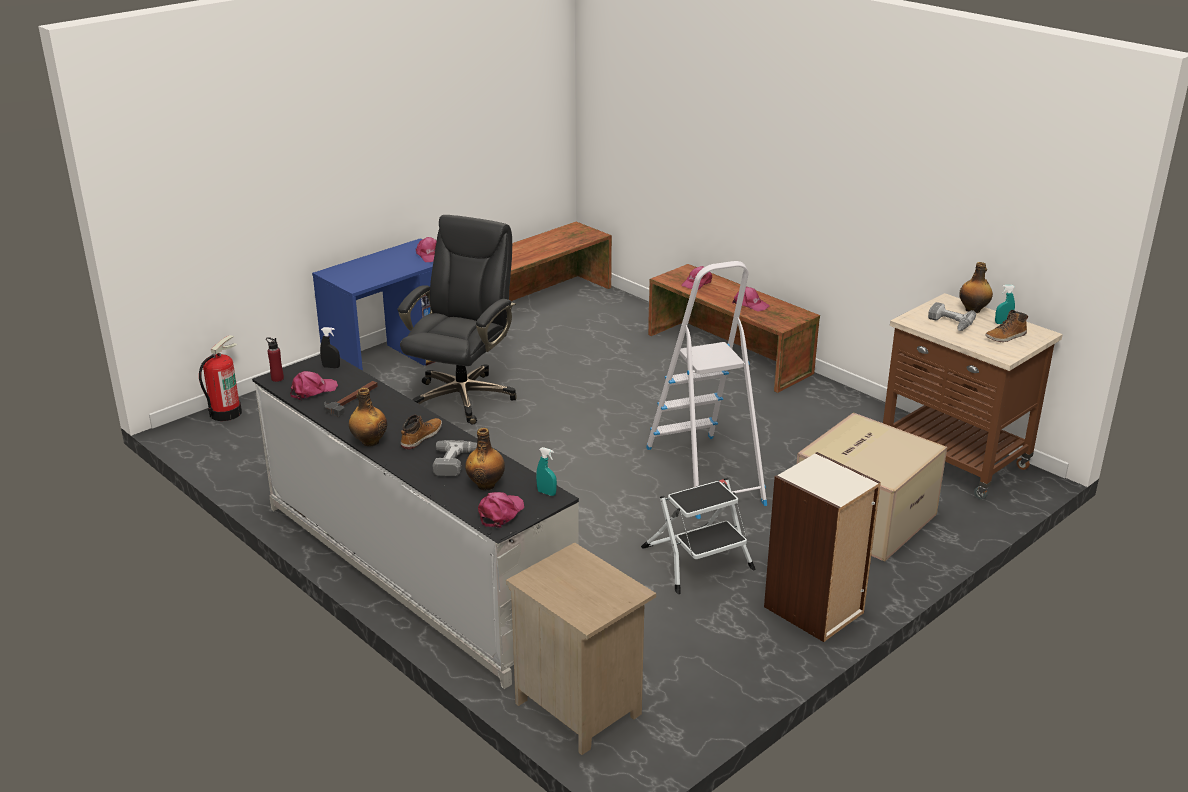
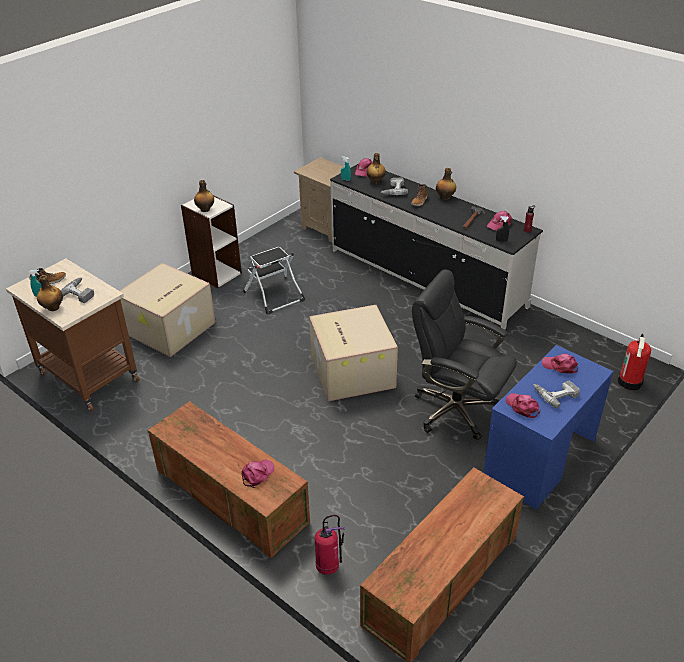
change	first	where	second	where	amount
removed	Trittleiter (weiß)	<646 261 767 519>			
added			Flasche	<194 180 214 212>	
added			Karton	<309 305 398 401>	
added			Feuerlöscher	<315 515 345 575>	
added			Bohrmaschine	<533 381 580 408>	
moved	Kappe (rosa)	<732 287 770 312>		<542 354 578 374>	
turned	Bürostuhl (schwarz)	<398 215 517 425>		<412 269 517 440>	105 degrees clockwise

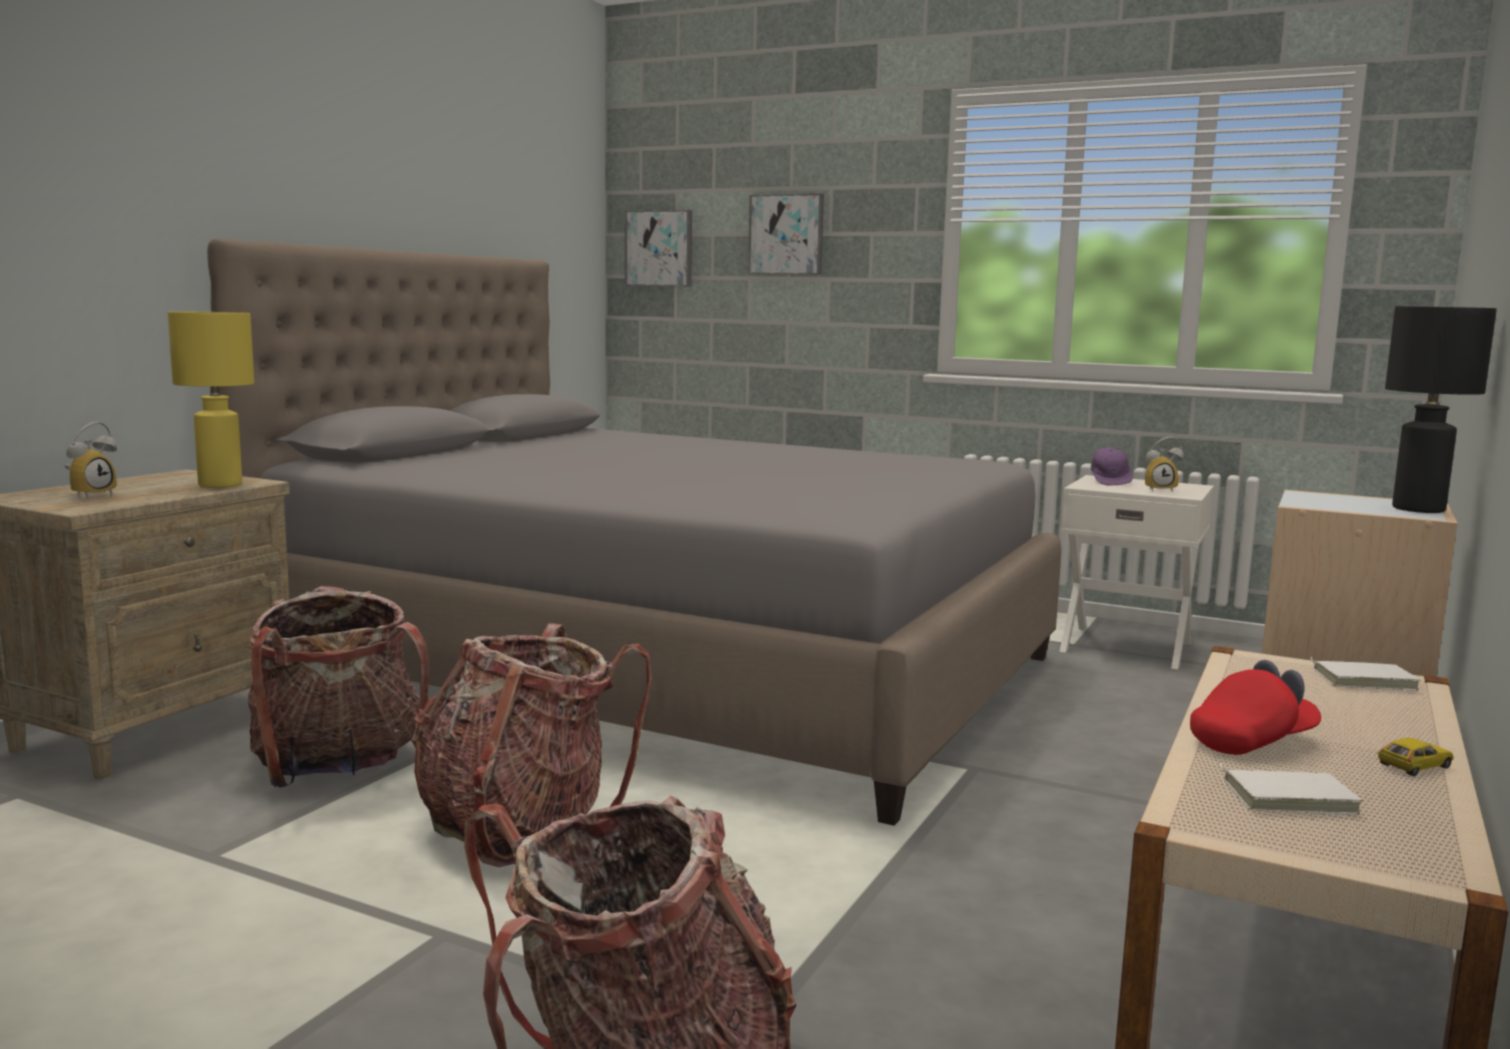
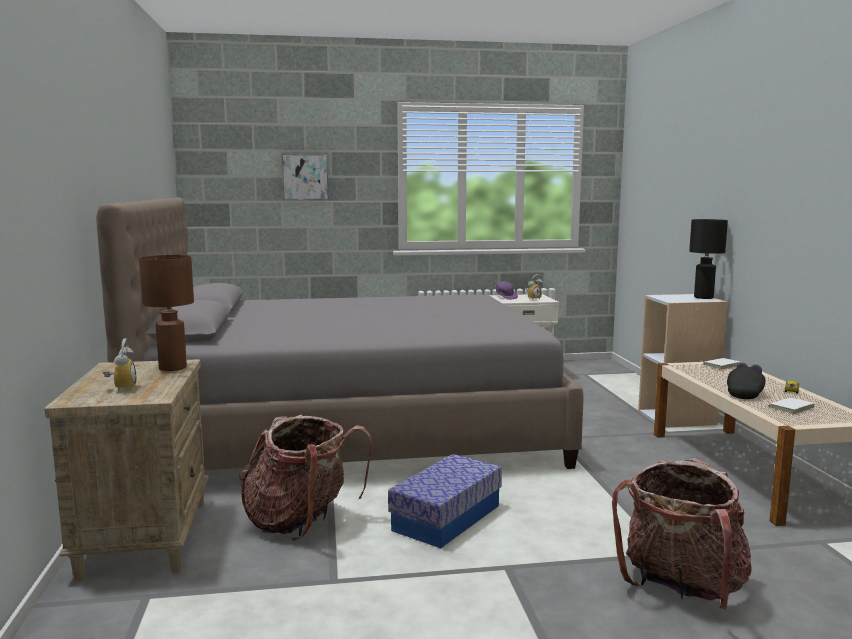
change	first	where	second	where	amount
removed	Bild	<625 210 692 287>			
replaced	Rucksack	<411 623 652 867>	Aufbewahrungsbox	<388 454 502 548>	
recoloured	Tischlampe (gelb)	<168 312 254 488>	Tischlampe (braun)	<139 255 194 371>	
recoloured	Kappe (rot)	<1190 660 1321 755>	Kappe (schwarz)	<727 363 765 399>	

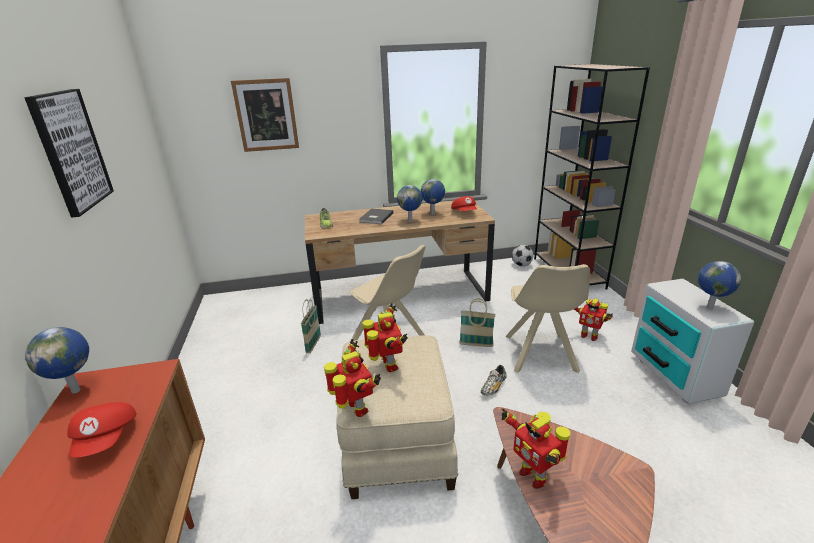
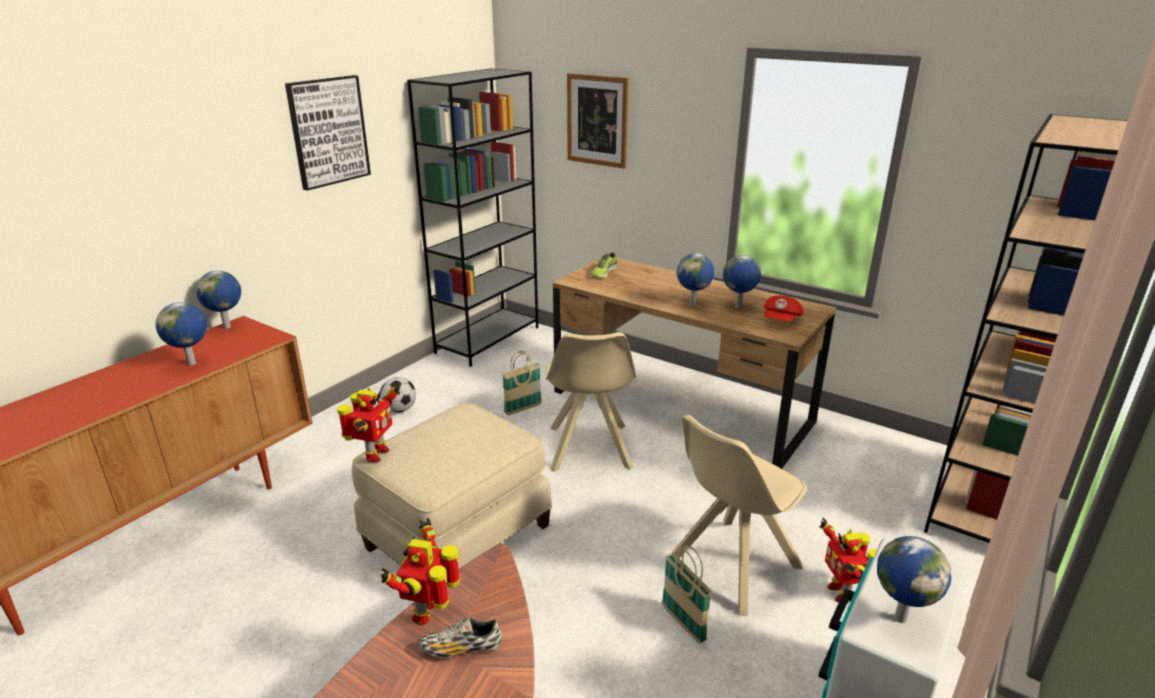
change	first	where	second	where	amount
removed	Buch (grau)	<360 208 394 224>			
removed	Spielzeugroboter	<363 303 408 372>			
added			Bücherregal (grau)	<407 68 538 367>	
moved	Korb	<459 298 496 347>		<662 545 712 644>	
moved	Schuh	<481 365 507 395>		<418 618 502 658>	
moved	Fußball	<512 245 533 266>		<380 377 416 413>	
replaced	Kappe (rot)	<67 402 137 458>	Globus	<156 302 207 366>	

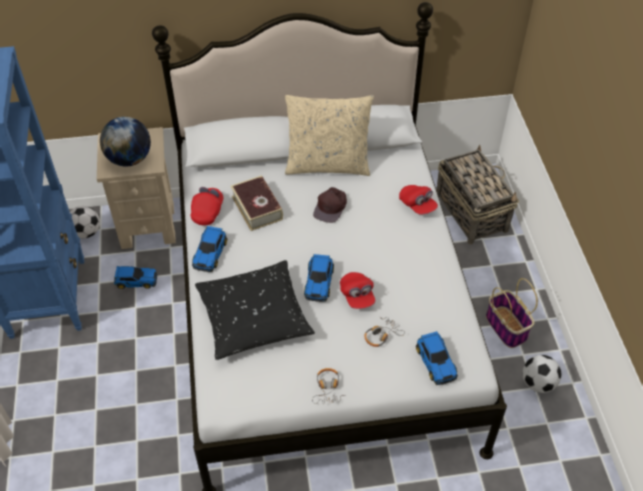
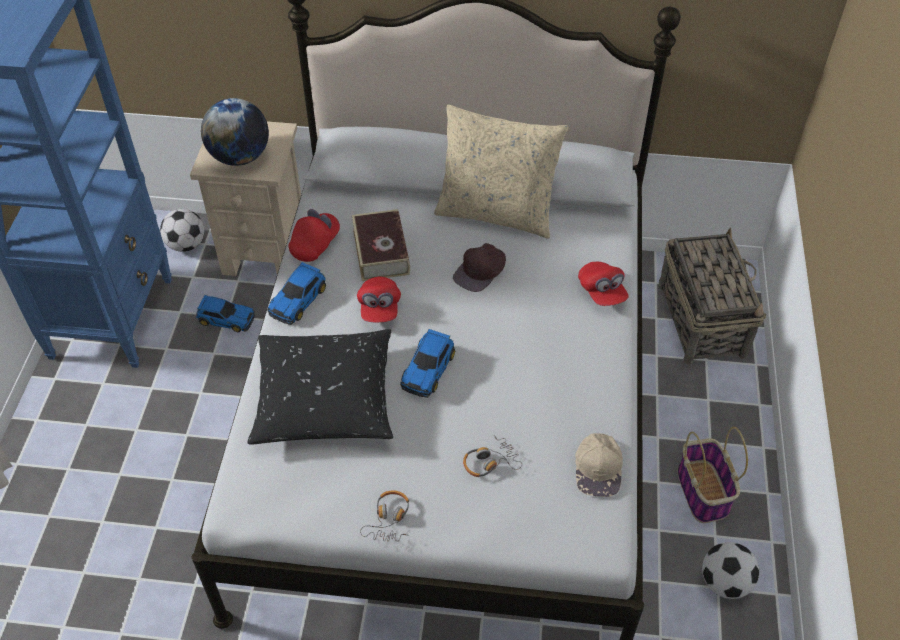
change	first	where	second	where	amount
removed	Spielzeugauto	<416 331 458 385>			
added			Kappe (beige)	<575 433 623 497>	
moved	Kappe (rot)	<340 272 375 309>		<357 276 401 322>	

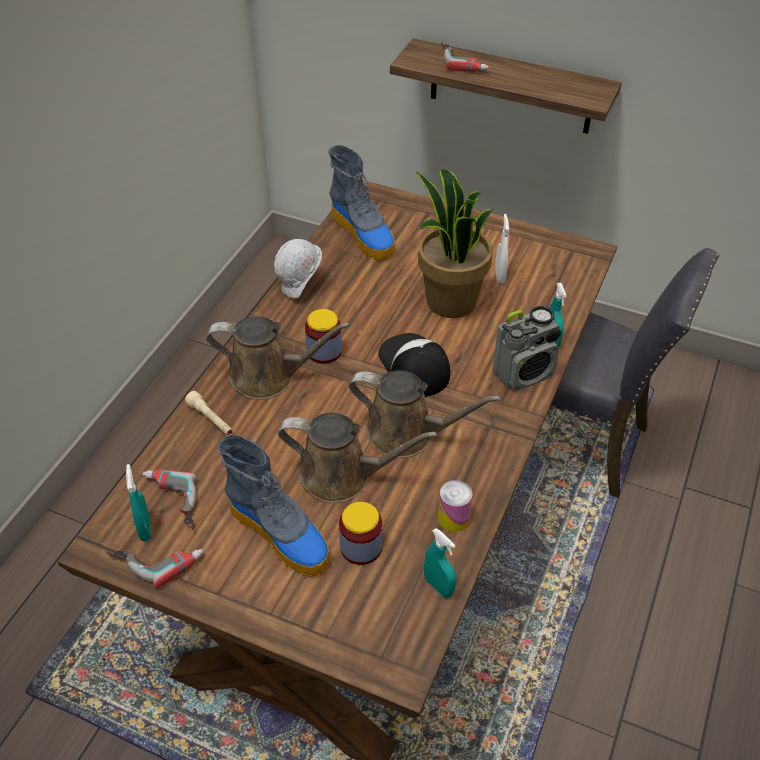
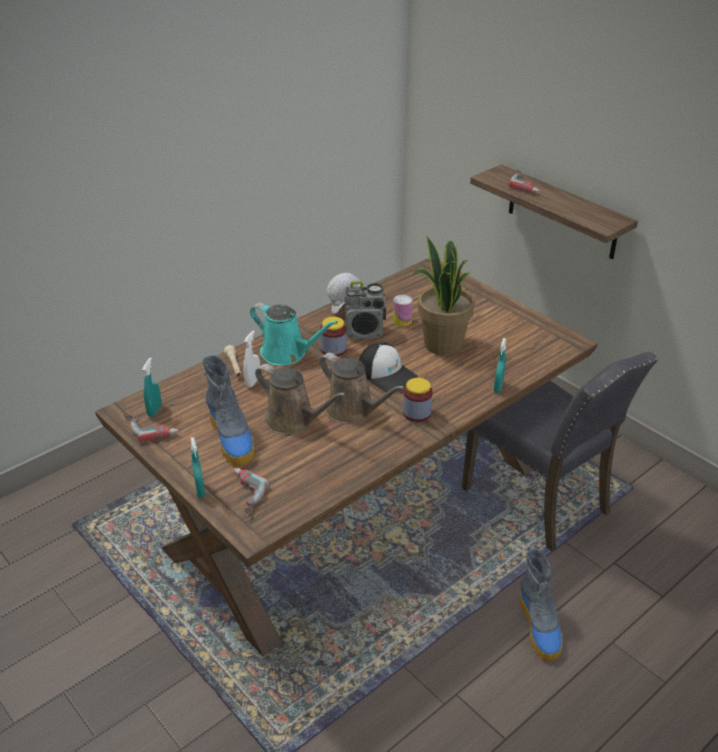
change	first	where	second	where	amount
moved	Bohrmaschine	<142 469 197 531>		<234 468 270 518>	
moved	Stiefel	<328 145 395 260>		<519 549 562 661>	
moved	Vorratsglas	<339 502 383 565>		<403 378 433 422>	
moved	Sprühflasche (türkis)	<424 528 456 598>		<191 437 205 498>	
moved	Dose	<438 480 472 532>		<393 295 413 327>	
moved	Radio	<493 306 561 391>		<344 281 386 339>	
moved	Sprühflasche (weiß)	<495 214 509 283>		<243 330 260 388>	
recoloured	Gießkanne (braun)	<206 316 350 400>	Gießkanne (türkis)	<250 303 338 366>	
turned	Kappe	<378 333 450 397>		<359 342 418 392>	135 degrees clockwise

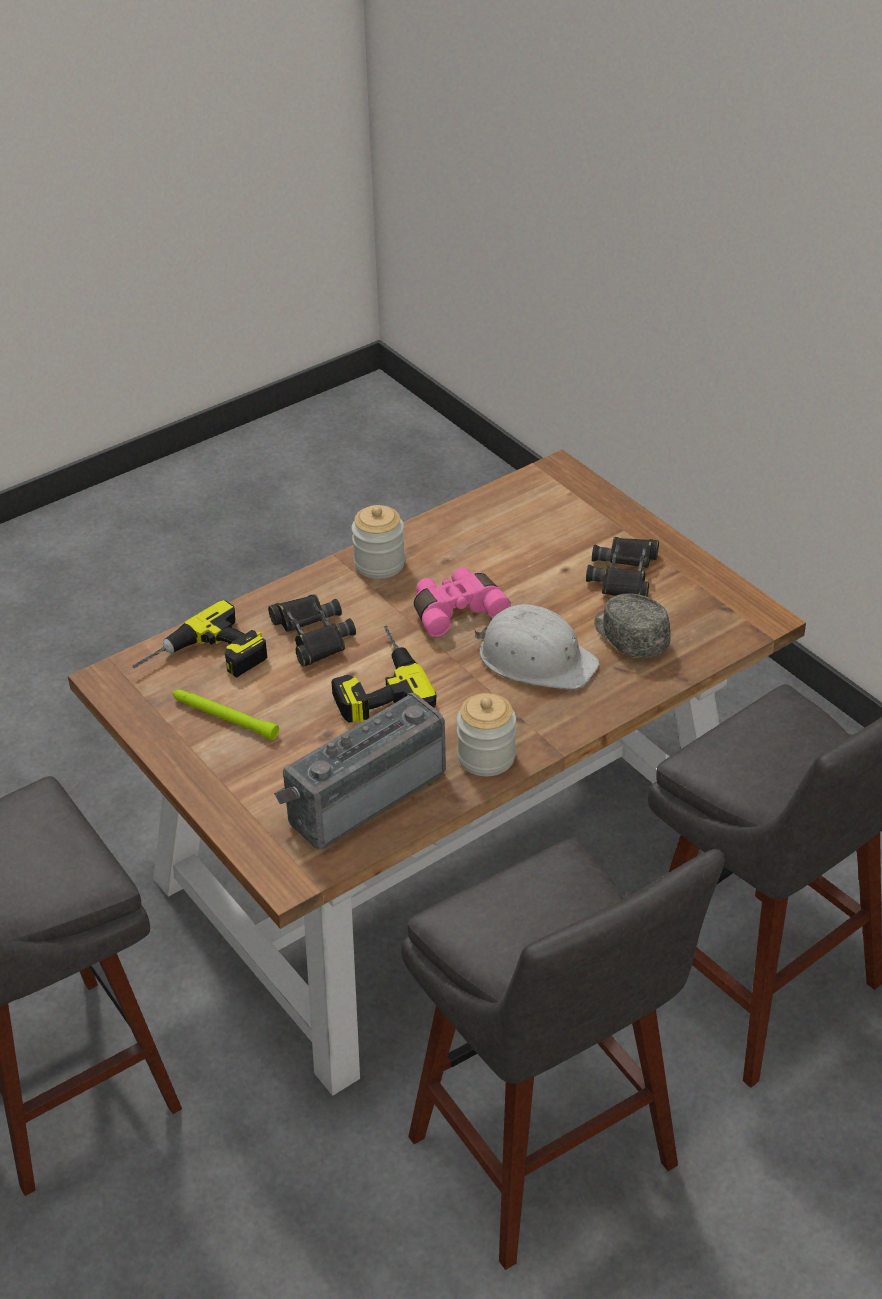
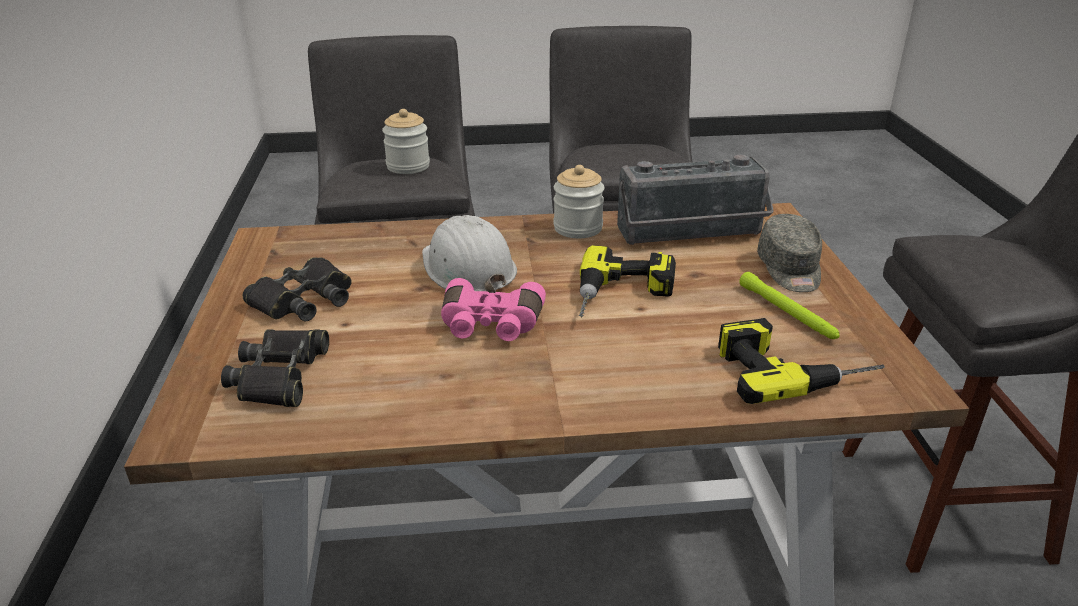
change	first	where	second	where	amount
moved	Fernglas (schwarz)	<268 594 356 667>		<221 329 329 407>	
moved	Vorratsglas	<352 505 405 579>		<382 109 430 174>	
moved	Kappe (grau)	<594 593 671 658>		<757 214 822 292>	

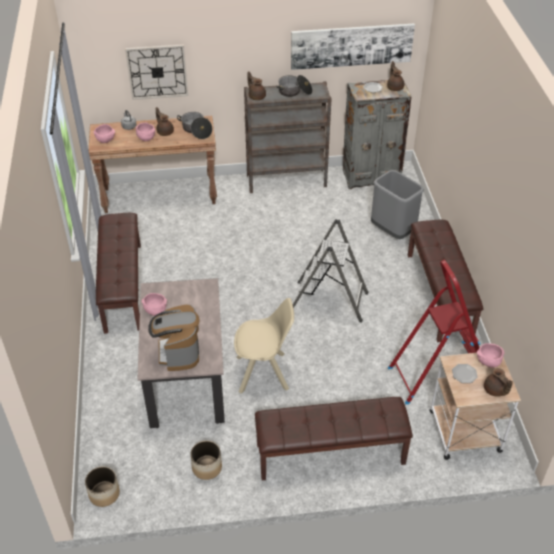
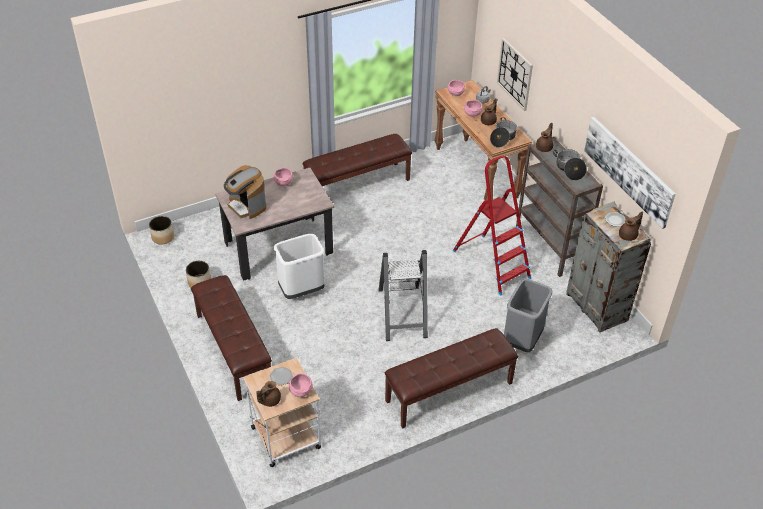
change	first	where	second	where	amount
moved	Trittleiter (rot)	<388 260 480 405>		<453 156 531 295>	
replaced	Stuhl (beige)	<234 298 294 394>	Mülleimer (weiß)	<274 234 324 299>	
turned	Kaffeemaschine	<148 304 200 371>		<224 165 266 219>	105 degrees counterclockwise

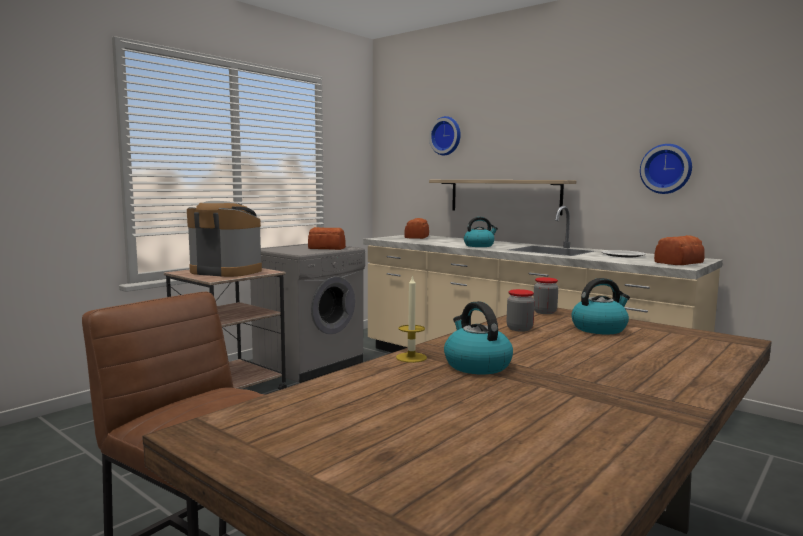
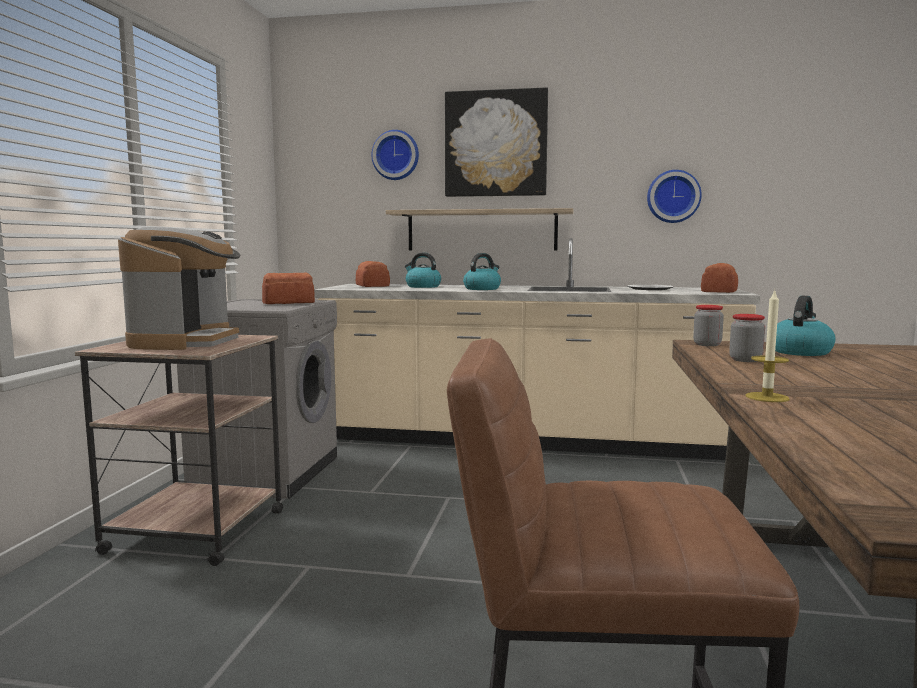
change	first	where	second	where	amount
added			Bild	<445 88 548 197>	
moved	Wasserkessel	<444 301 513 374>		<405 253 441 288>	
turned	Kaffeemaschine	<187 201 262 277>		<118 227 240 350>	105 degrees clockwise

